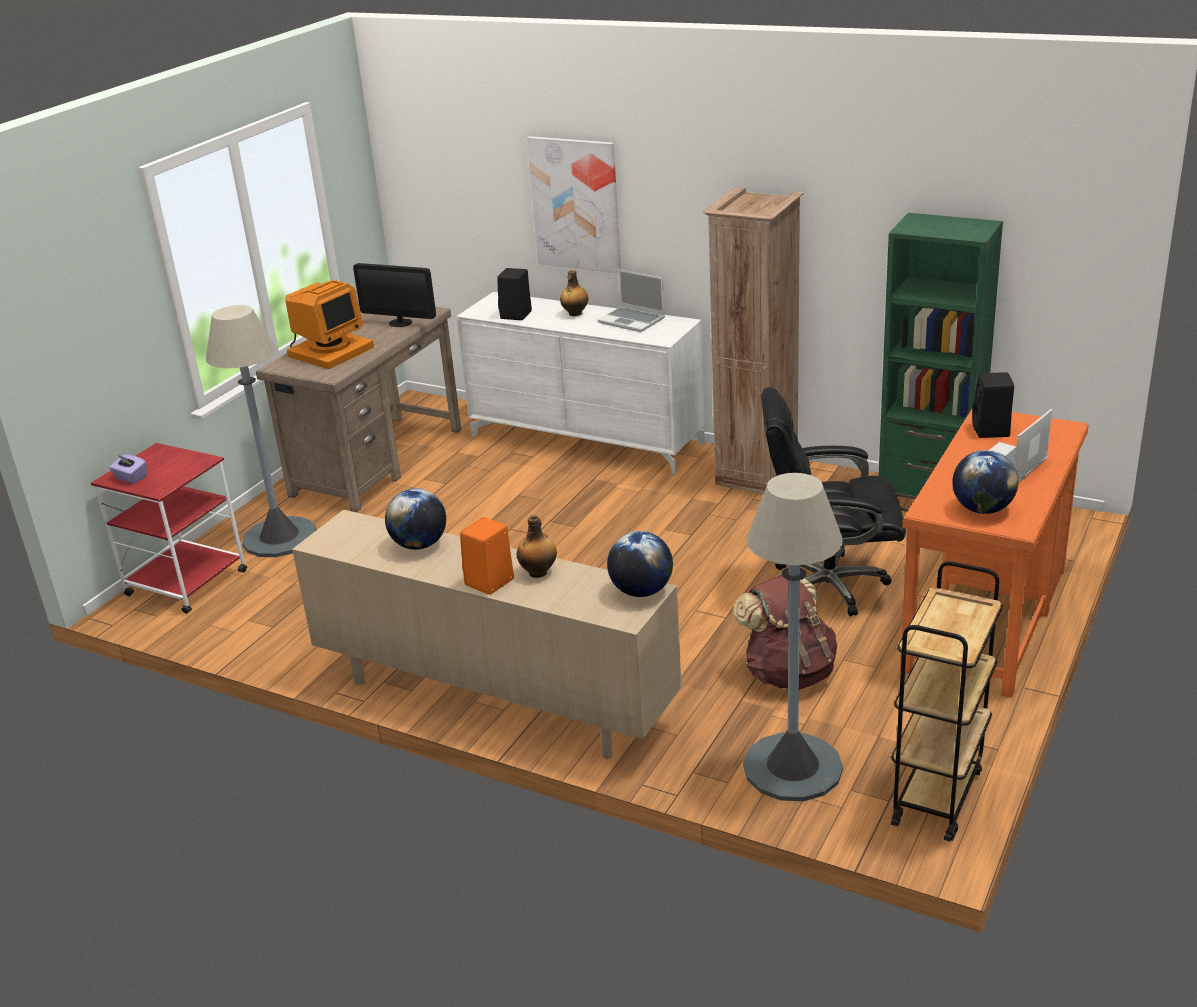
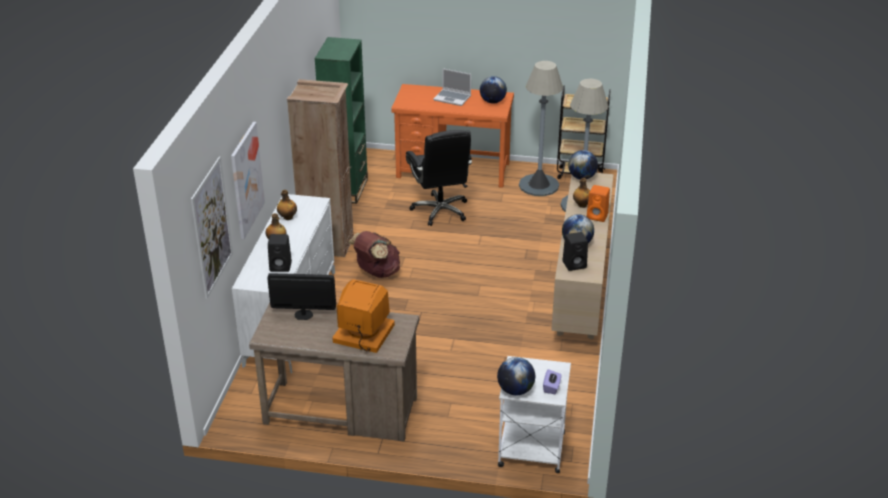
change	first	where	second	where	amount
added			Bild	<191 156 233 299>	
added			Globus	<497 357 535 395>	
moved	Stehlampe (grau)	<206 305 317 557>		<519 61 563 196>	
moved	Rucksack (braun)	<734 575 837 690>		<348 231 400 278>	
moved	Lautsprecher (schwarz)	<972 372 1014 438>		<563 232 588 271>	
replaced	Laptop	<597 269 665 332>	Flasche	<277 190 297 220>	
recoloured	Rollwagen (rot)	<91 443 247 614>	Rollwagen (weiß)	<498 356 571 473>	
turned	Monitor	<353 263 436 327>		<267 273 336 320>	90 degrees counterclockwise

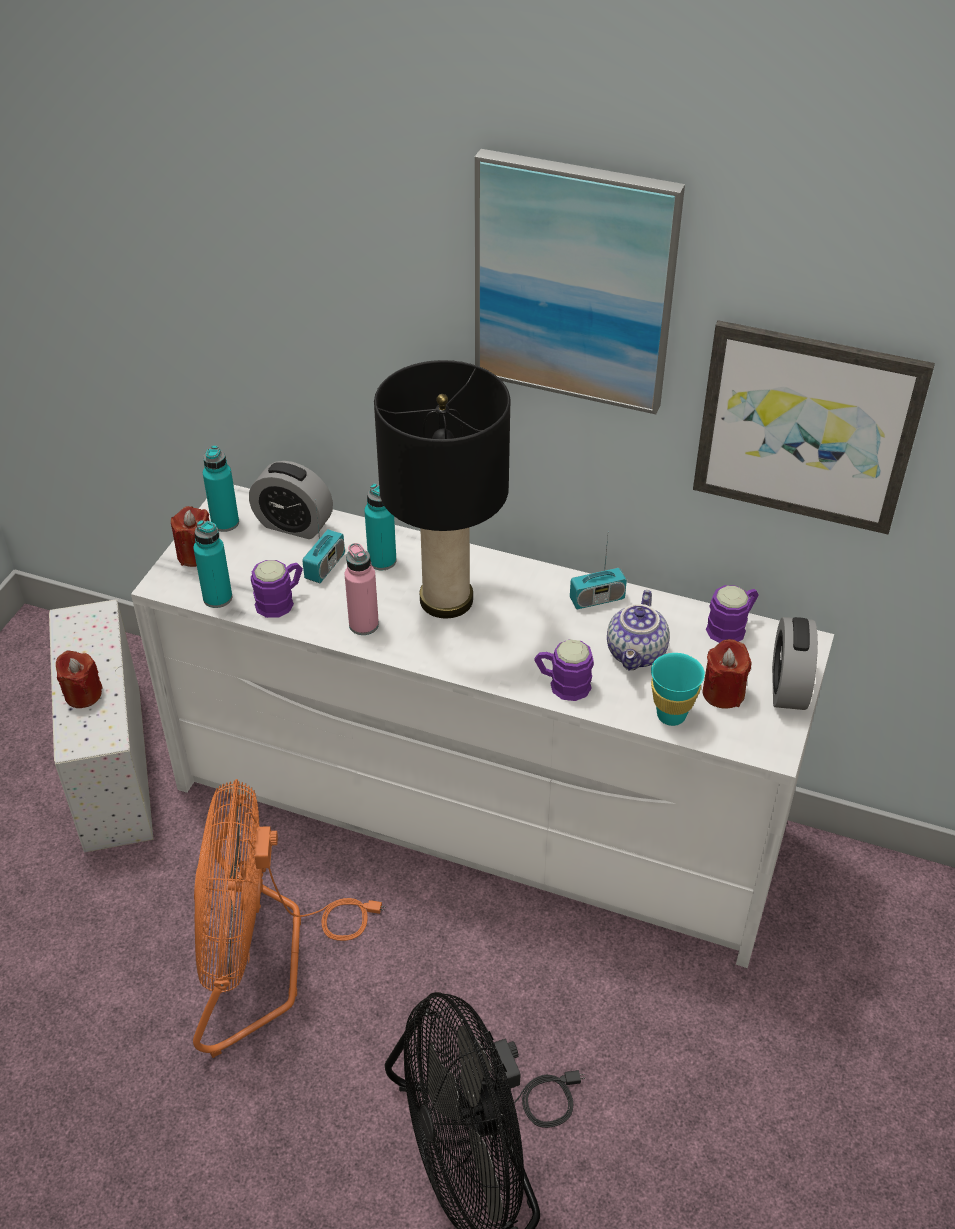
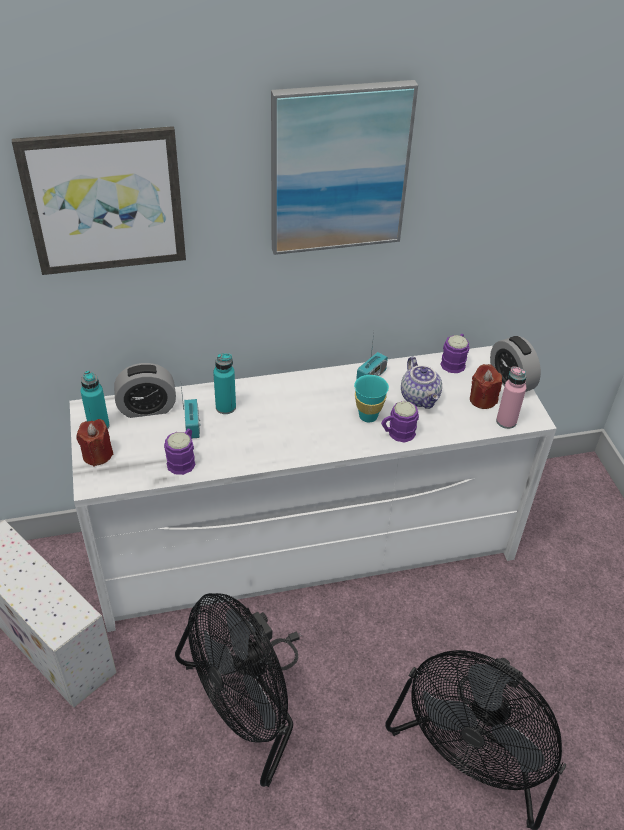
change	first	where	second	where	amount
removed	Kerze (rot)	<56 651 103 708>			
removed	Flasche (türkis)	<193 520 232 608>			
removed	Tischlampe (schwarz)	<374 360 510 618>			
moved	Flasche (rosa)	<345 543 379 635>		<496 366 526 429>	
moved	Tasse (türkis)	<651 653 705 726>		<354 375 389 422>	
moved	Bild	<693 320 935 534>		<12 126 186 275>	
recoloured	Ventilator (orange)	<193 779 386 1058>	Ventilator (schwarz)	<175 593 302 787>	

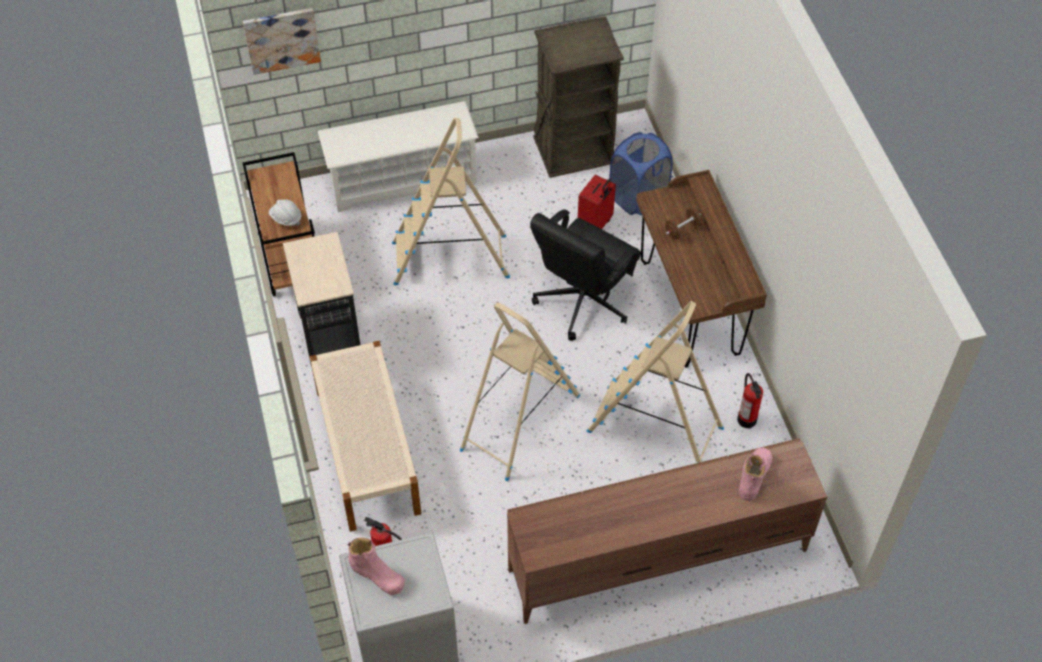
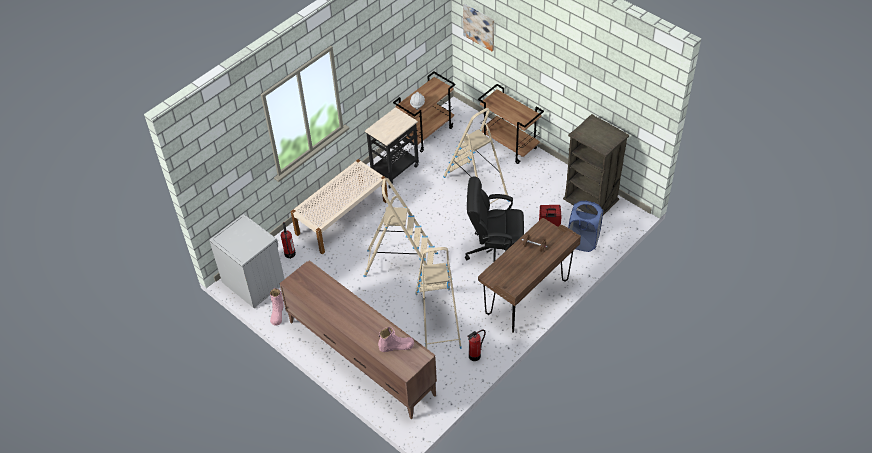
change	first	where	second	where	amount
moved	Stiefel (rosa)	<348 537 405 595>		<270 288 284 325>	
replaced	Schuhregal (weiß)	<318 101 479 212>	Rollwagen (braun)	<478 84 544 164>	

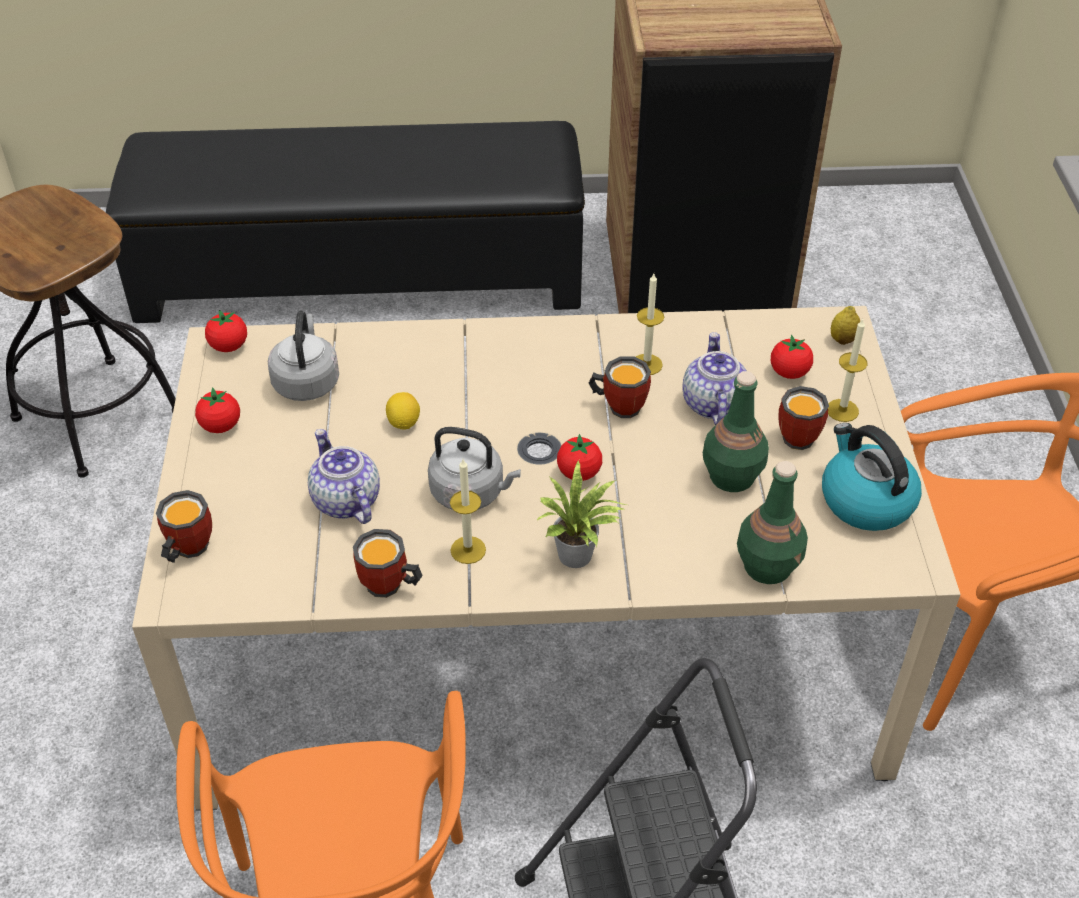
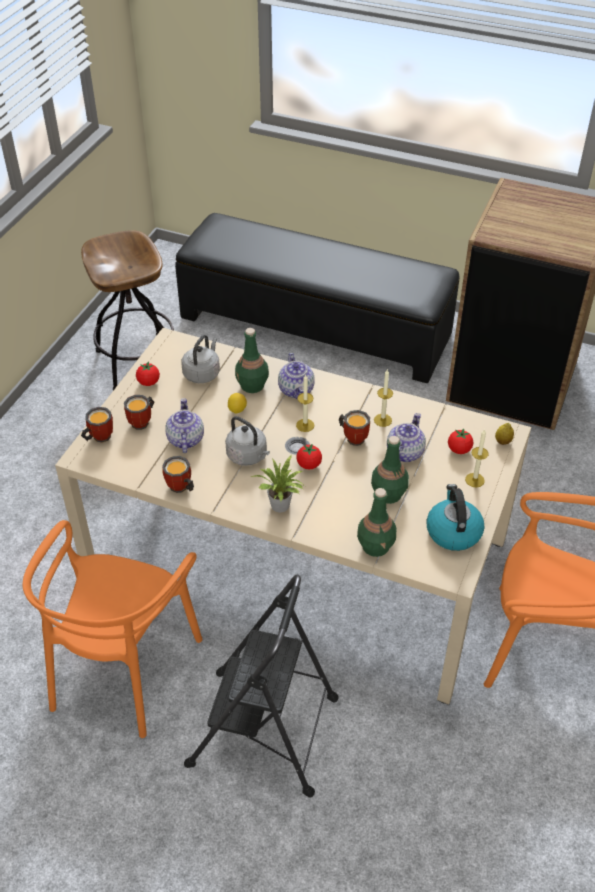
change	first	where	second	where	amount
removed	Tomate	<205 310 247 352>			
added			Flasche (grün)	<235 328 269 393>	
added			Teekanne	<278 353 315 399>	
moved	Kerze	<450 459 486 564>		<296 375 314 432>	
moved	Henkelbecher	<778 386 829 450>		<124 395 154 430>	

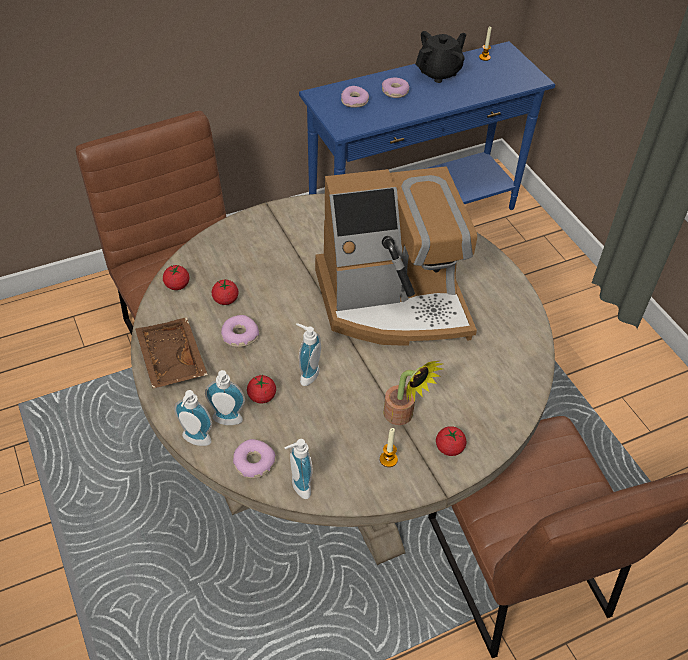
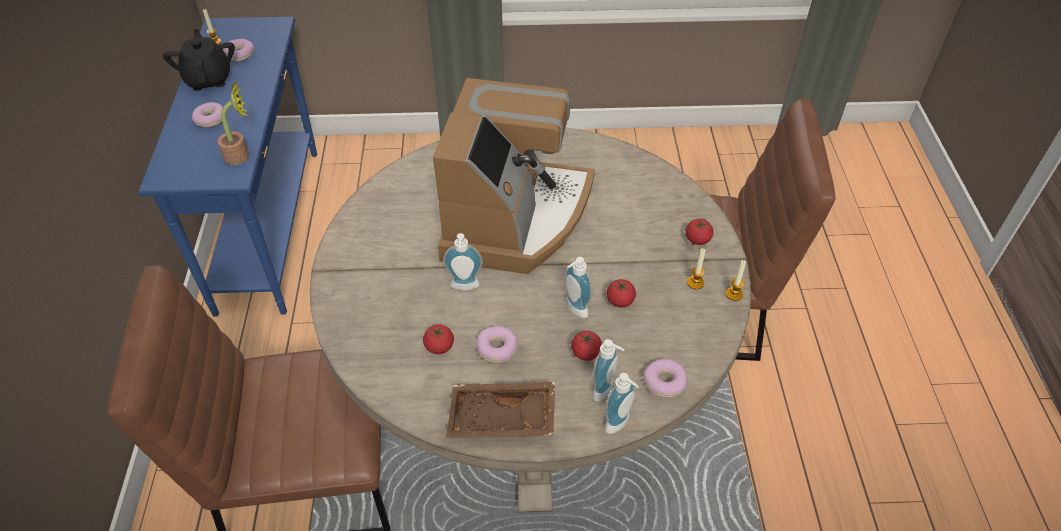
change	first	where	second	where	amount
added			Kerze	<726 260 746 301>	
moved	Tomate	<163 265 189 290>		<606 279 636 307>	
moved	Seifenspender	<284 439 313 499>		<443 233 483 291>	
moved	Donut	<341 86 369 108>		<223 39 254 62>	
moved	Topfpflanze	<384 361 443 425>		<218 80 249 165>	

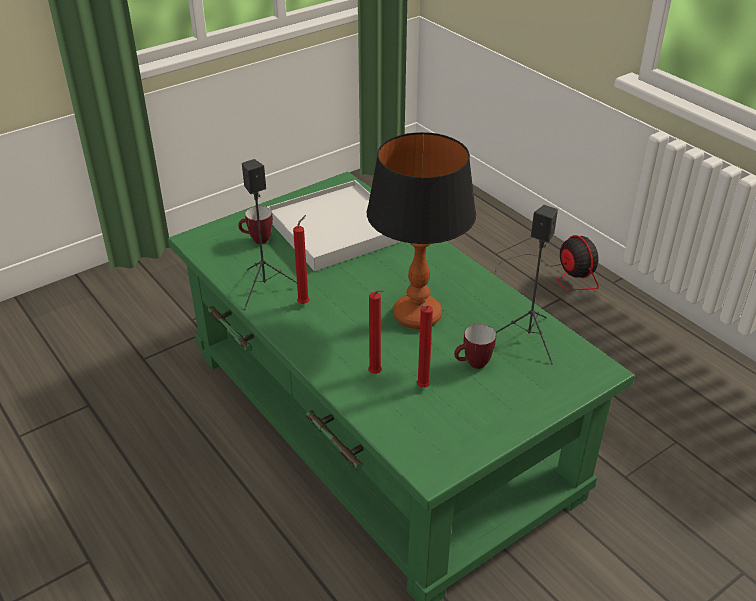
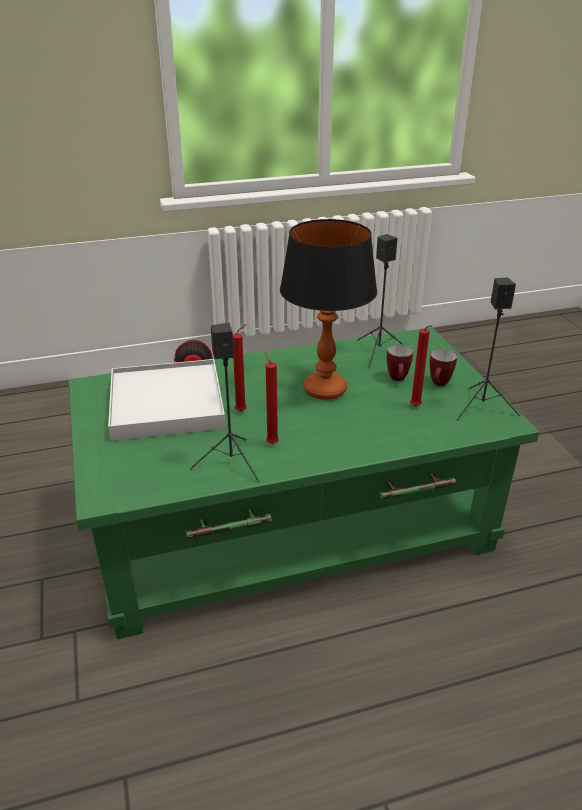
change	first	where	second	where	amount
added			Lautsprecher (schwarz)	<457 278 520 420>	
moved	Henkelbecher	<238 206 273 244>		<430 349 457 386>	
moved	Kerze (rot)	<368 290 384 374>		<233 324 247 412>	

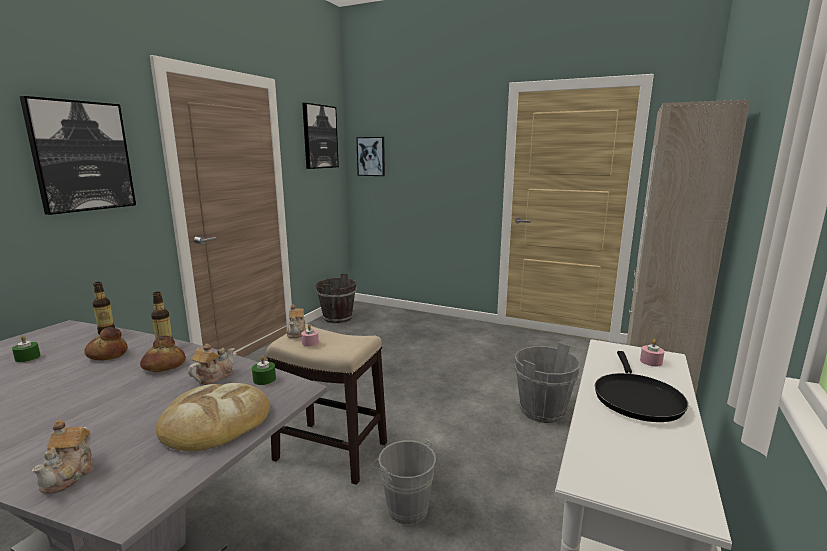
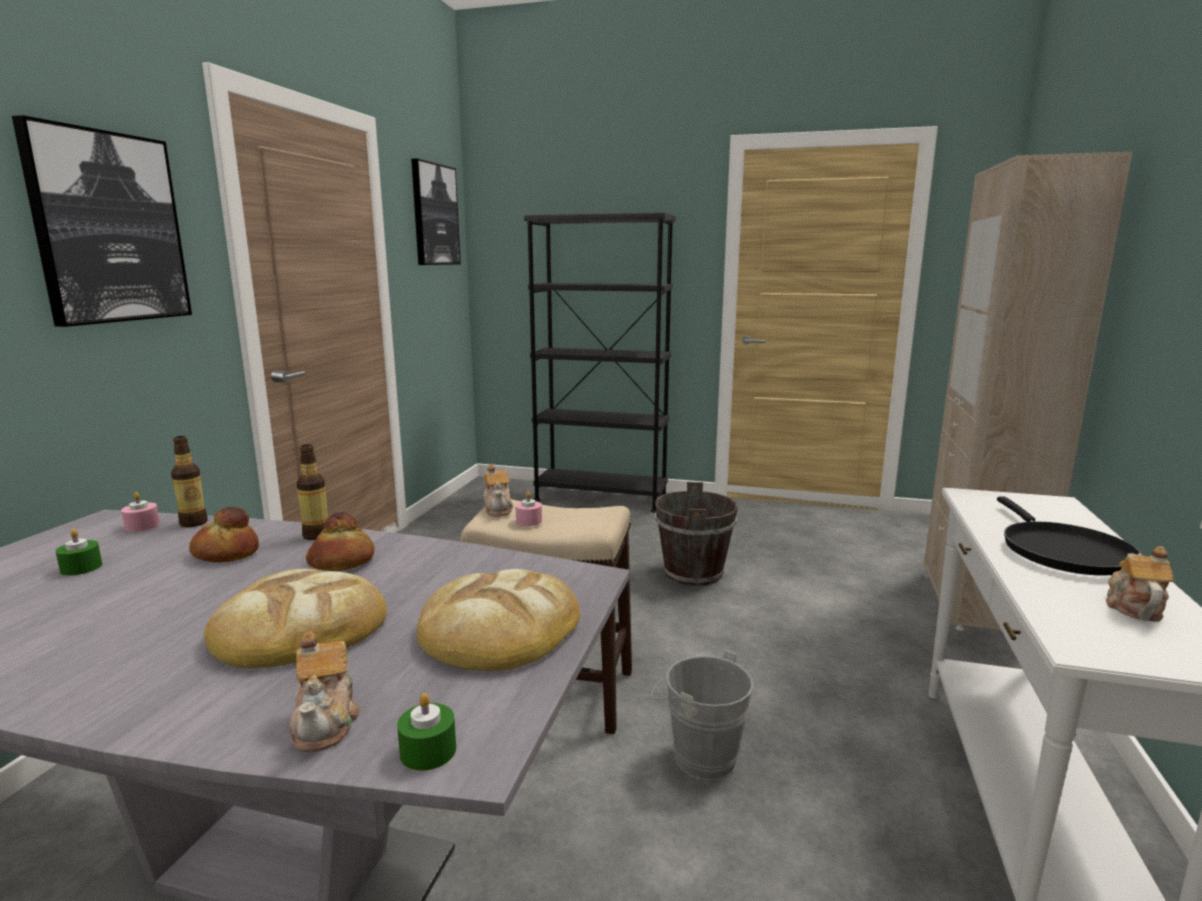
change	first	where	second	where	amount
removed	Bild	<356 137 385 176>			
removed	Eimer (grau)	<514 342 581 423>			
added			Brot	<204 569 387 669>	
added			Bücherregal (schwarz)	<524 213 676 513>	
moved	Teekanne	<188 344 234 385>		<1106 547 1174 621>	
moved	Kerze (grün)	<252 355 276 385>		<397 693 456 771>	
moved	Eimer (braun)	<316 273 356 323>		<655 482 738 586>	
moved	Kerze (rosa)	<640 339 665 366>		<121 492 160 532>	

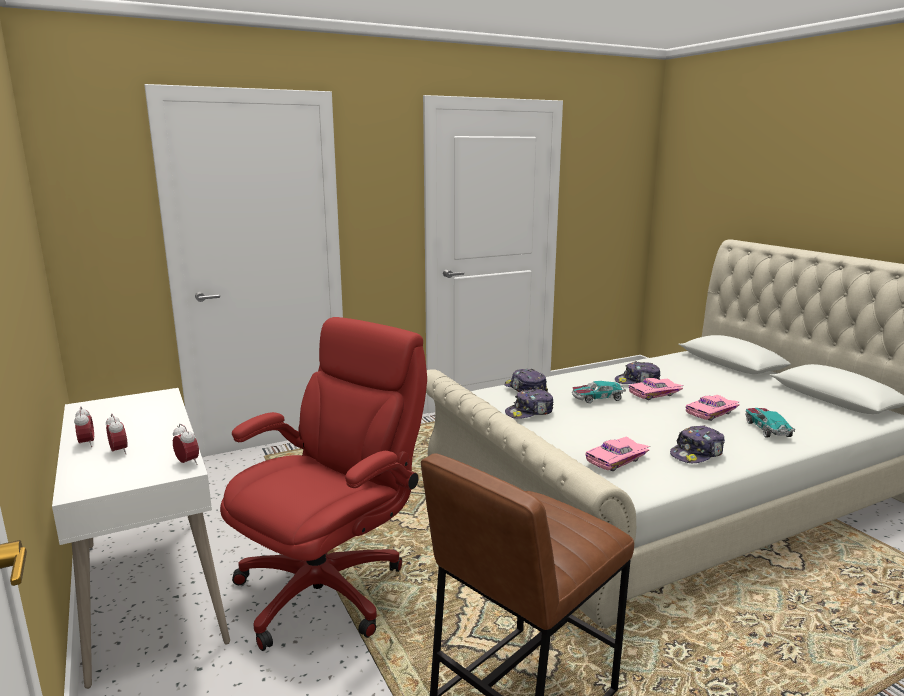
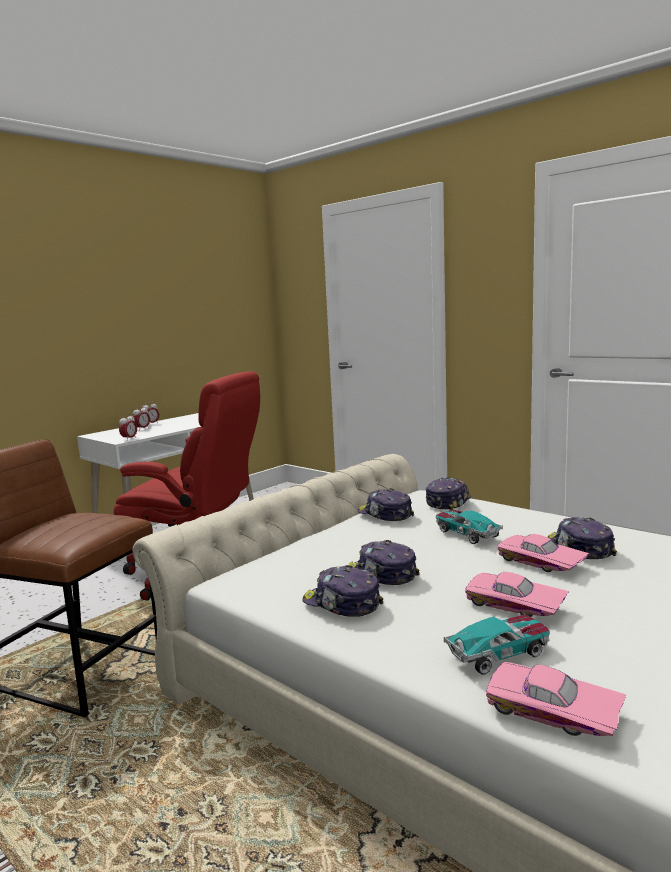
change	first	where	second	where	amount
added			Kappe	<349 540 420 585>	
moved	Spielzeugauto (rosa)	<585 437 650 471>		<486 662 626 736>	

